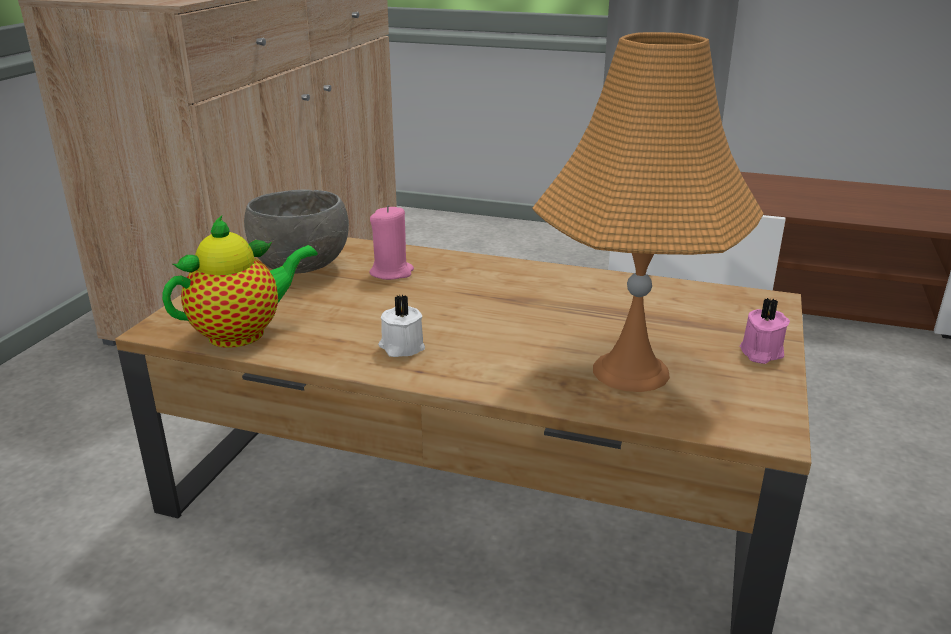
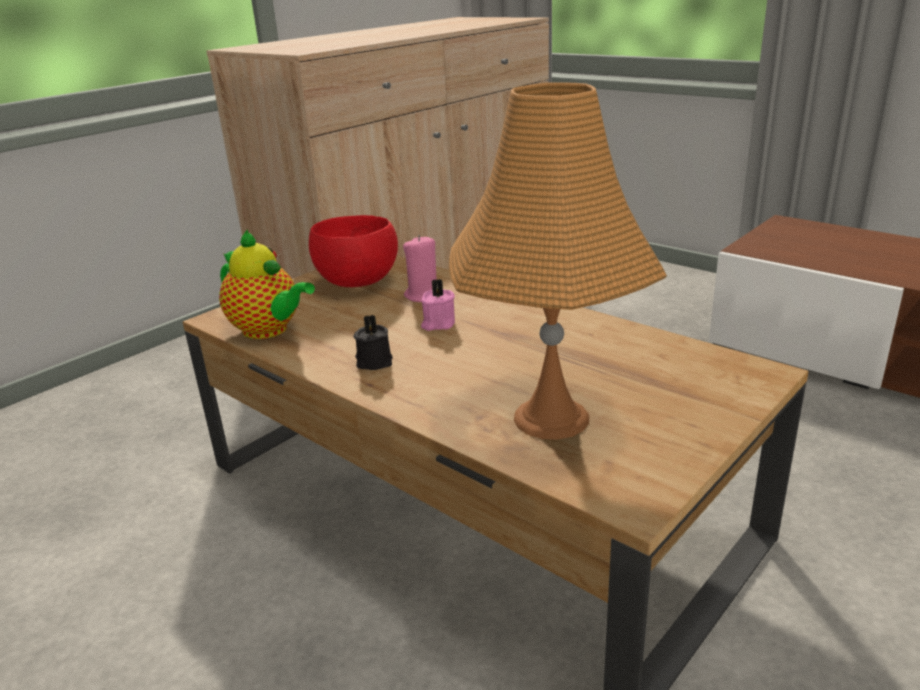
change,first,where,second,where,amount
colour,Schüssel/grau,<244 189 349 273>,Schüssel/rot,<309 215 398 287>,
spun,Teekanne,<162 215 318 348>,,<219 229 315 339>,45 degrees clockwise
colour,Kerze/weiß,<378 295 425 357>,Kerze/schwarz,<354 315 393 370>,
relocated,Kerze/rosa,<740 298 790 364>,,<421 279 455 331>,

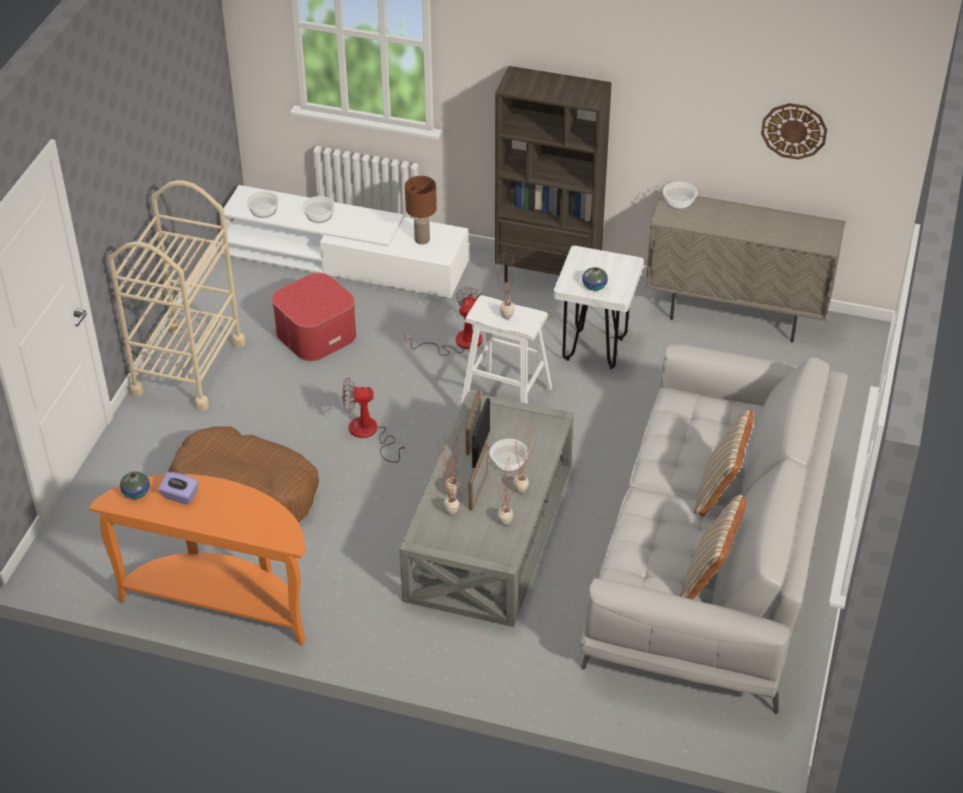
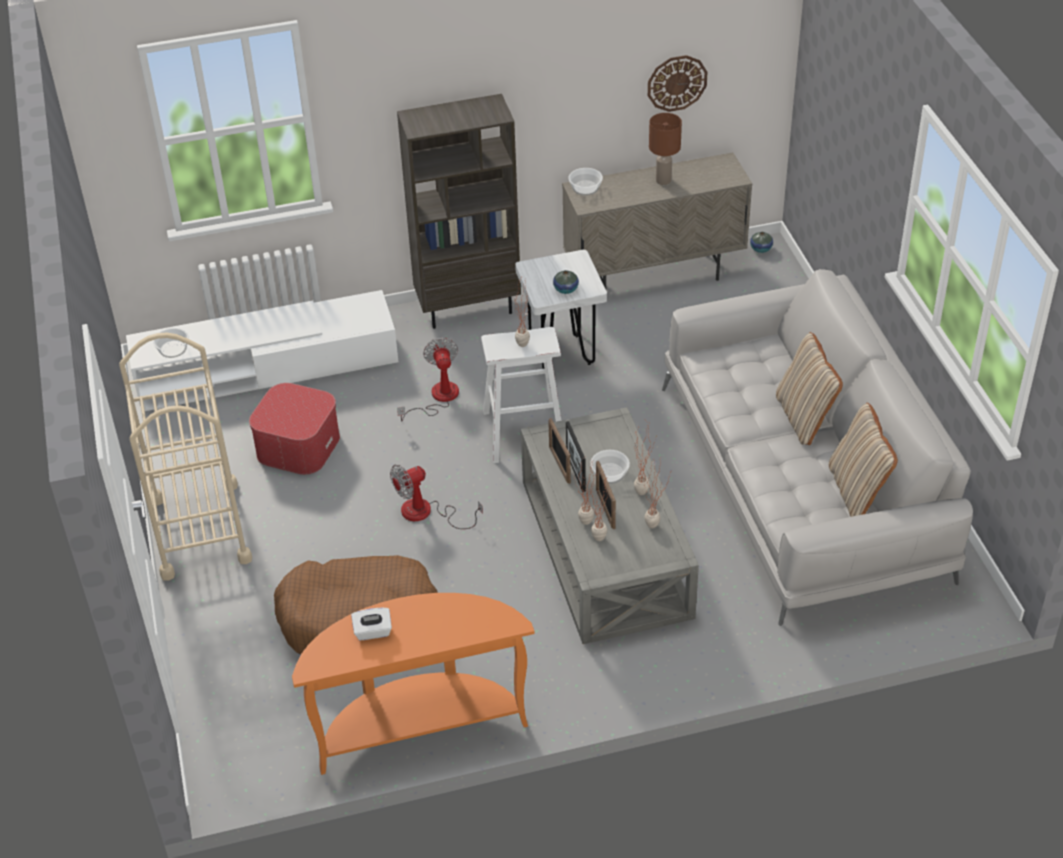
change,first,where,second,where,amount
relocated,Tischlampe/braun,<405 176 437 244>,,<649 113 682 185>,
missing,Schüssel,<302 196 335 223>,,,
relocated,Vase,<120 472 150 499>,,<750 232 773 253>,
colour,Taschentuchbox/lila,<158 472 199 505>,Taschentuchbox/weiß,<351 607 392 640>,

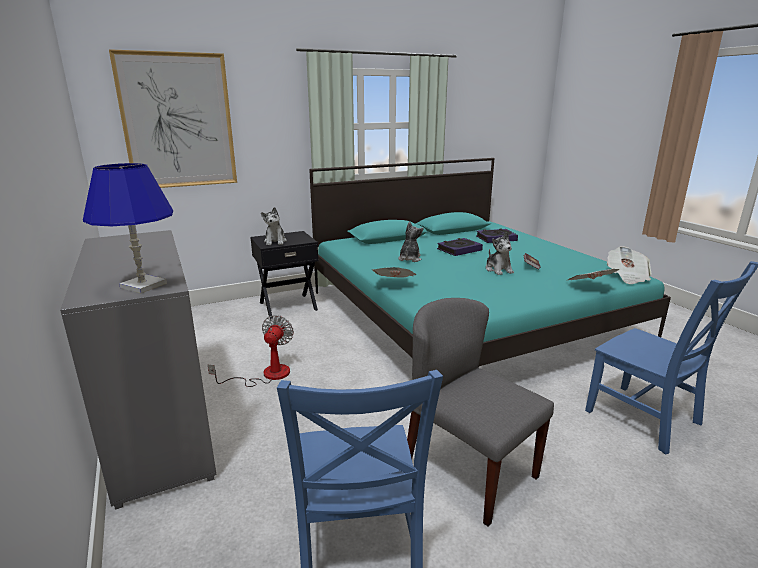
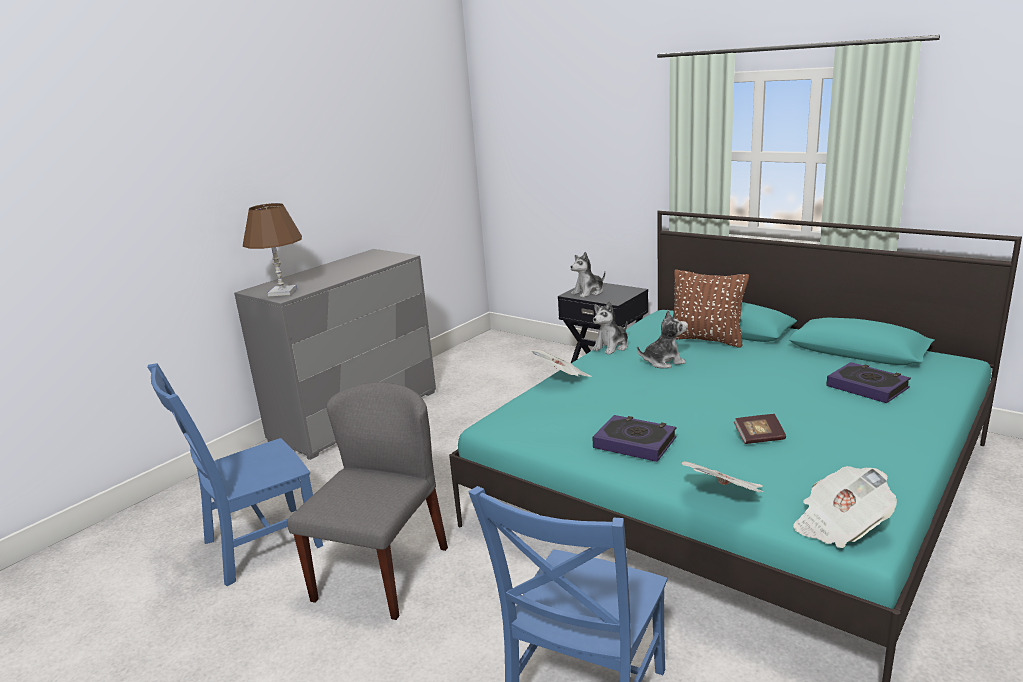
change,first,where,second,where,amount
missing,Bild,<109 49 237 188>,,,
colour,Tischlampe/blau,<83 163 173 293>,Tischlampe/braun,<243 203 302 296>,
relocated,Plüschtier,<486 232 514 275>,,<592 301 628 355>,
relocated,Buch,<437 238 483 256>,,<592 415 677 462>,
missing,Ventilator,<208 315 294 387>,,,
appeared,,,Kissen/braun,<673 270 749 348>,

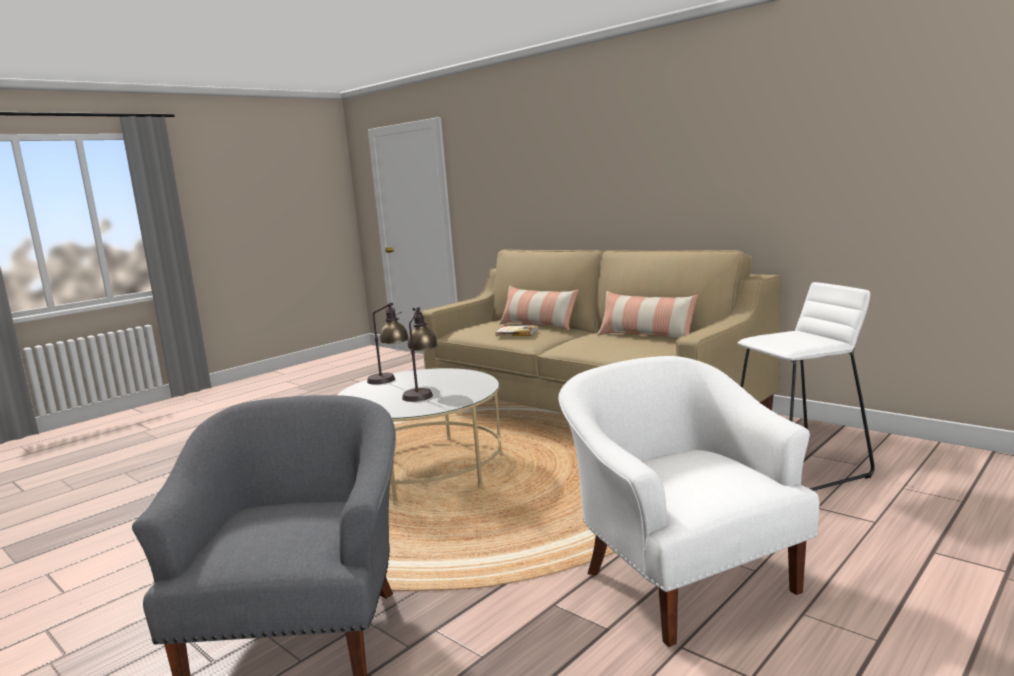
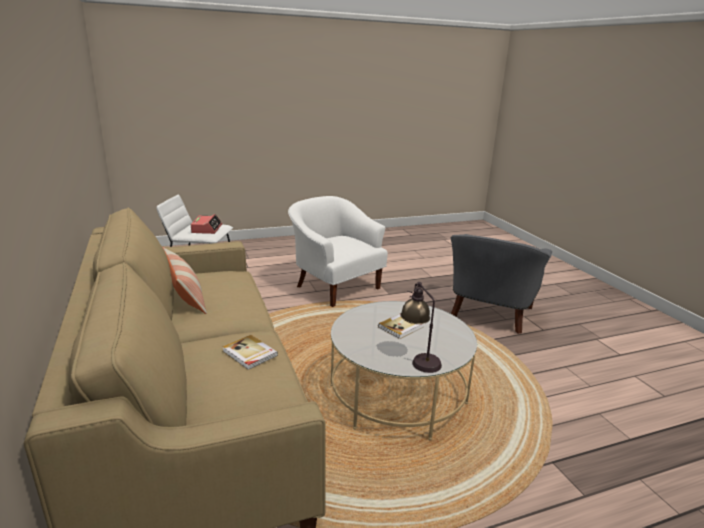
change,first,where,second,where,amount
missing,Kissen,<499 286 579 331>,,,
exchanged,Tischlampe,<402 307 438 402>,Buch,<378 313 424 339>,
spun,Sessel/weiß,<558 356 820 647>,,<288 196 388 307>,135 degrees clockwise
appeared,,,Wecker,<191 214 222 234>,

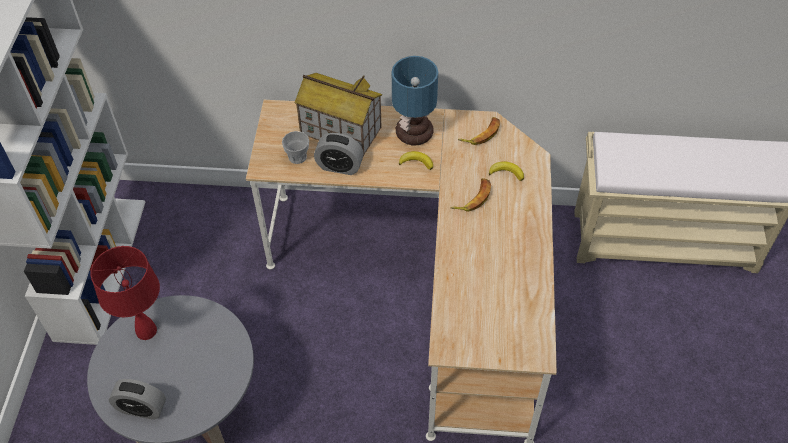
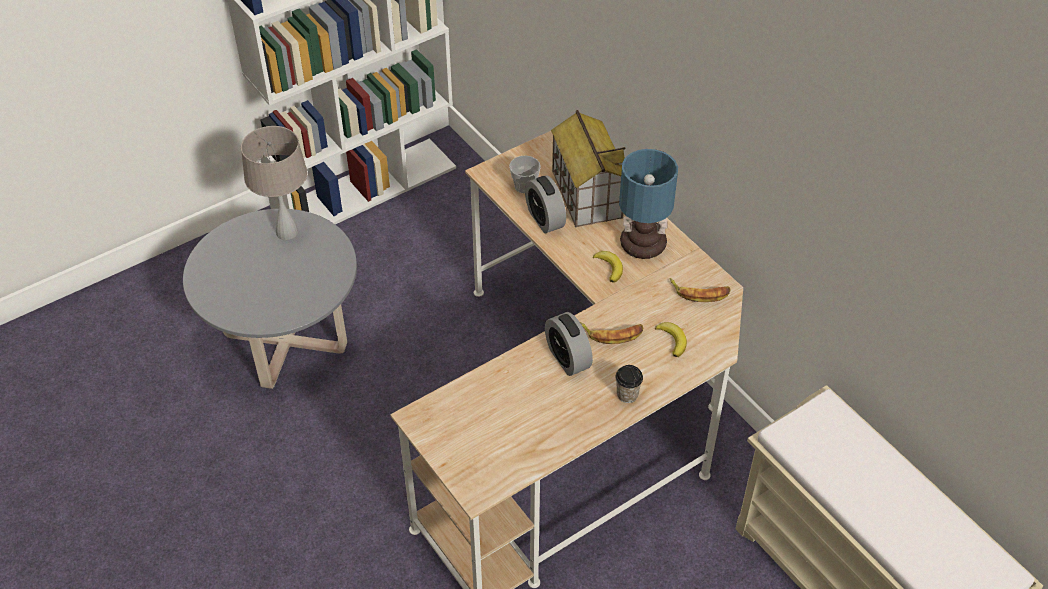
change,first,where,second,where,amount
colour,Tischlampe/rot,<90 246 160 340>,Tischlampe/beige,<241 126 307 240>,
relocated,Wecker,<109 379 166 420>,,<545 312 593 376>,
appeared,,,Tasse,<615 365 643 403>,

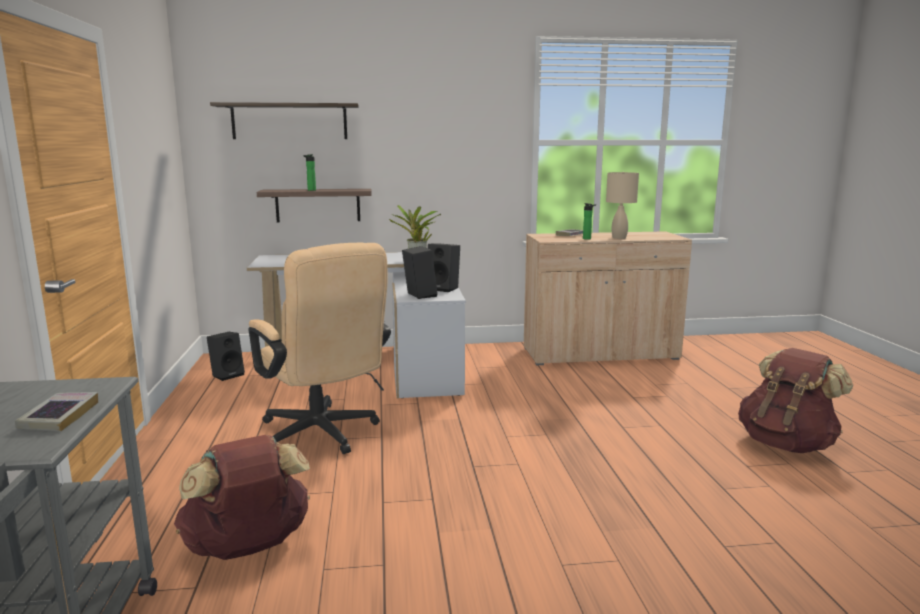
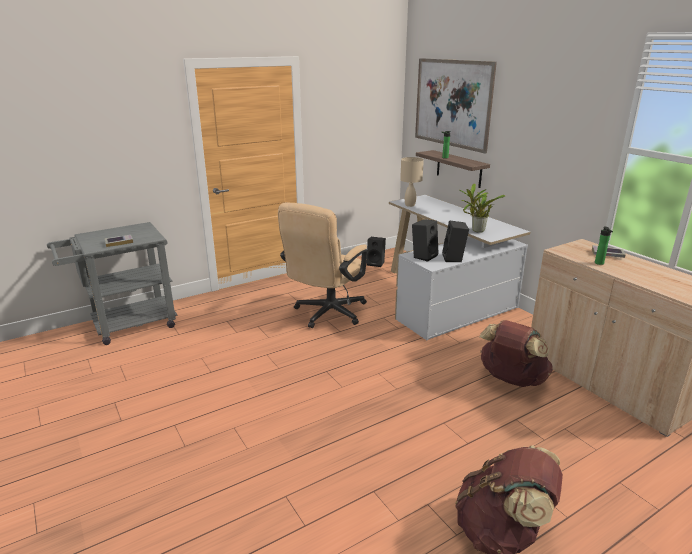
change,first,where,second,where,amount
exchanged,Wandregal,<210 102 359 139>,Bild,<415 58 497 154>,
relocated,Tischlampe/beige,<606 172 639 239>,,<400 157 424 207>,
relocated,Rucksack/braun,<174 435 310 560>,,<479 320 553 387>,

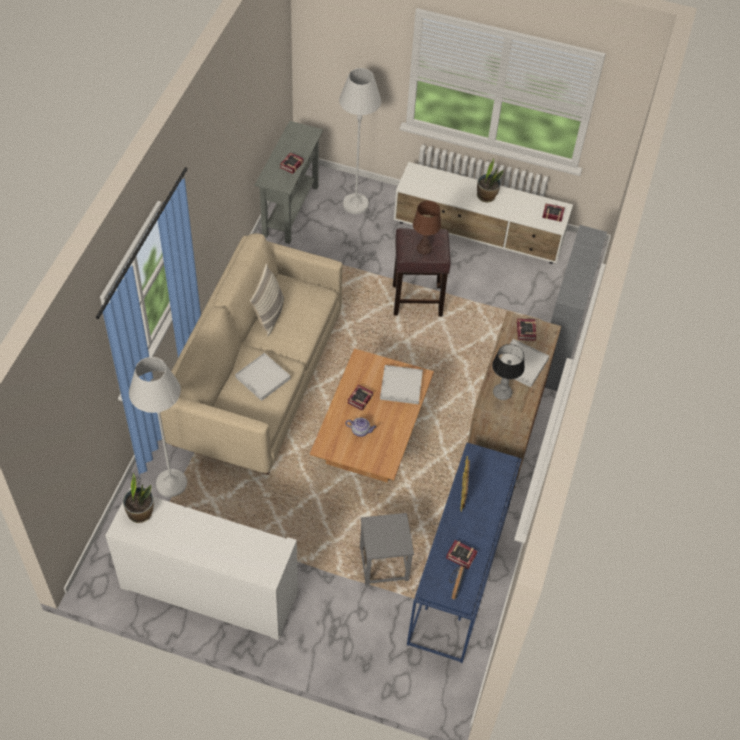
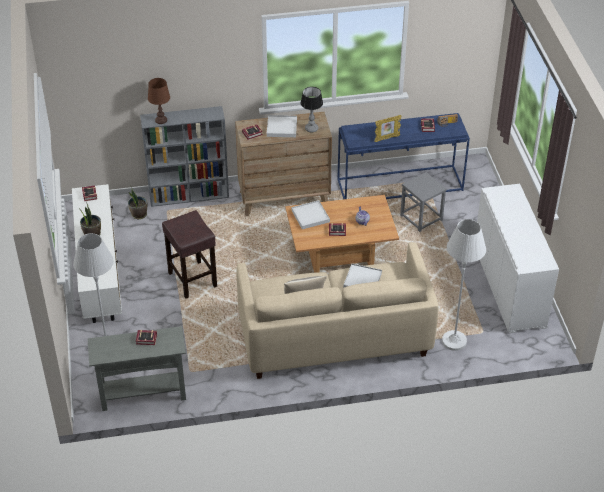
change,first,where,second,where,amount
relocated,Tischlampe/braun,<413 201 441 255>,,<148 78 170 124>,
relocated,Topfpflanze,<123 473 154 523>,,<128 185 147 219>,

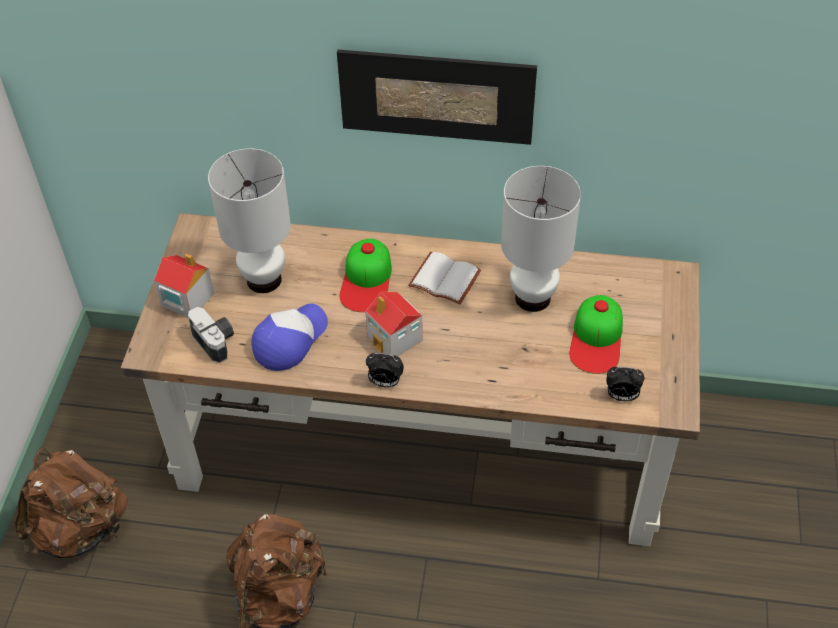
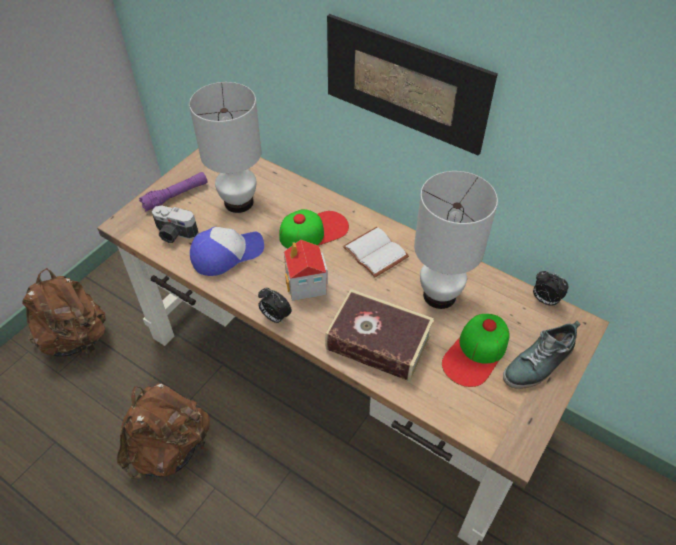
change,first,where,second,where,amount
spun,Kappe,<340 239 392 312>,,<279 209 349 248>,150 degrees counterclockwise
exchanged,Spielzeughaus,<154 253 214 317>,Taschenlampe/lila,<139 172 208 212>,
spun,Kamera,<188 307 234 363>,,<151 206 199 243>,120 degrees clockwise
relocated,Wecker,<606 367 645 401>,,<533 271 569 306>,
appeared,,,Buch,<325 289 434 382>,
appeared,,,Schuh,<503 321 580 389>,

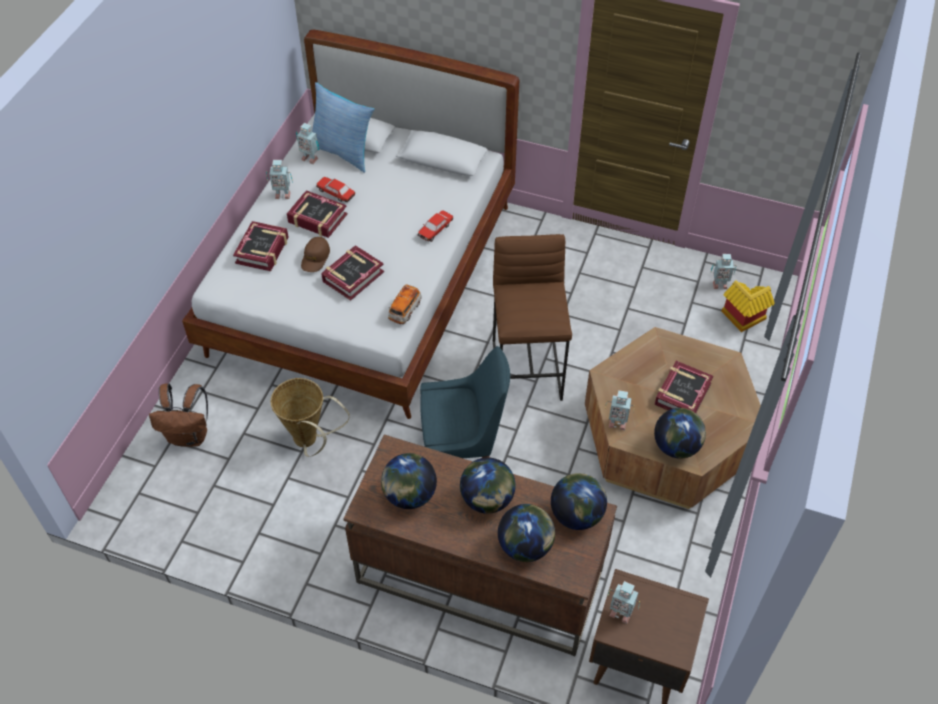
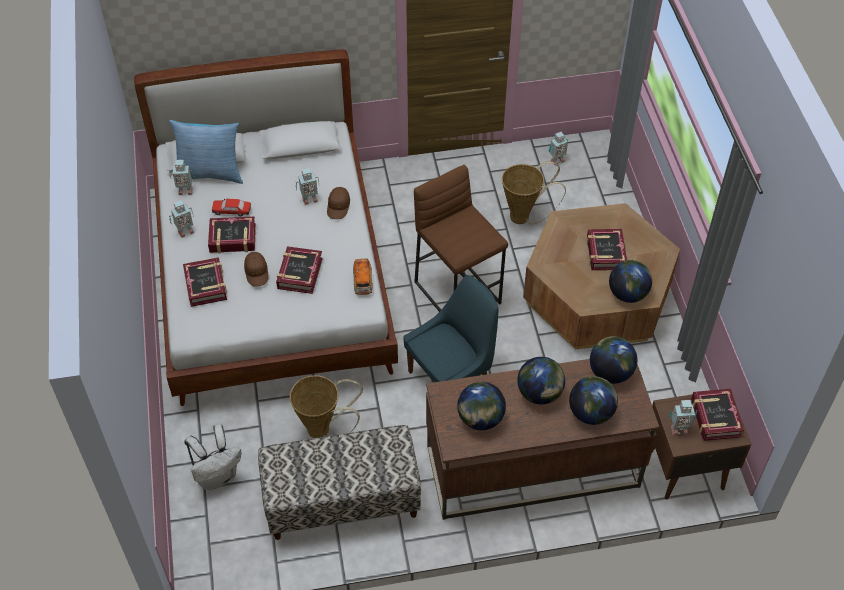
change,first,where,second,where,amount
exchanged,Spielzeugauto,<418 210 453 242>,Kappe/braun,<327 187 350 219>,
missing,Spielzeughaus,<721 280 774 332>,,,
colour,Rucksack/braun,<149 383 208 447>,Rucksack/weiß,<184 424 241 490>,
relocated,Spielzeugroboter,<605 390 634 430>,,<296 168 319 205>,
appeared,,,Korb,<502 161 566 224>,
appeared,,,Buch,<691 388 744 441>,
appeared,,,Bank,<258 425 421 540>,

